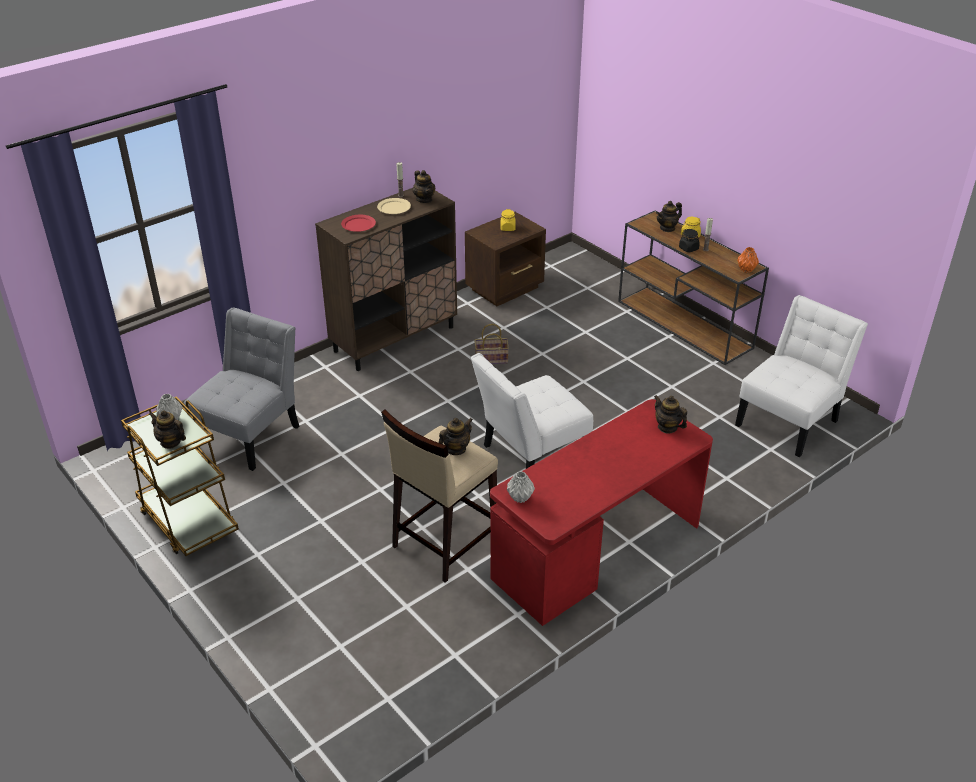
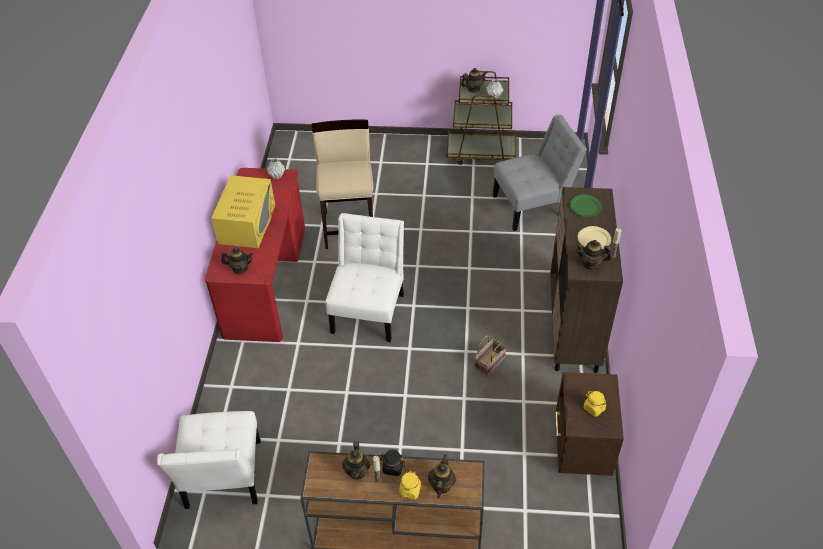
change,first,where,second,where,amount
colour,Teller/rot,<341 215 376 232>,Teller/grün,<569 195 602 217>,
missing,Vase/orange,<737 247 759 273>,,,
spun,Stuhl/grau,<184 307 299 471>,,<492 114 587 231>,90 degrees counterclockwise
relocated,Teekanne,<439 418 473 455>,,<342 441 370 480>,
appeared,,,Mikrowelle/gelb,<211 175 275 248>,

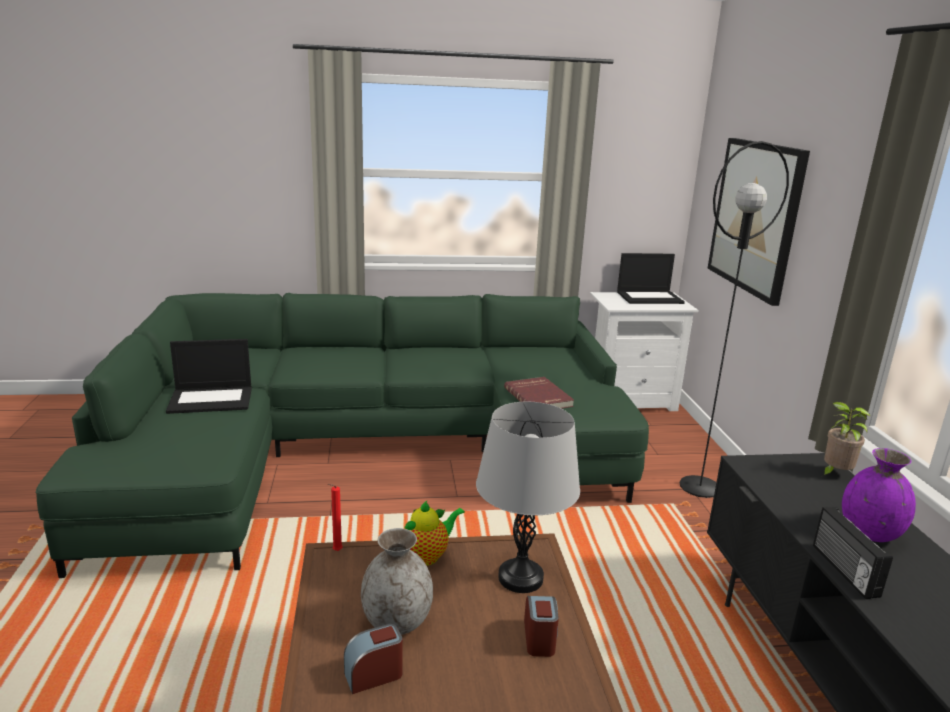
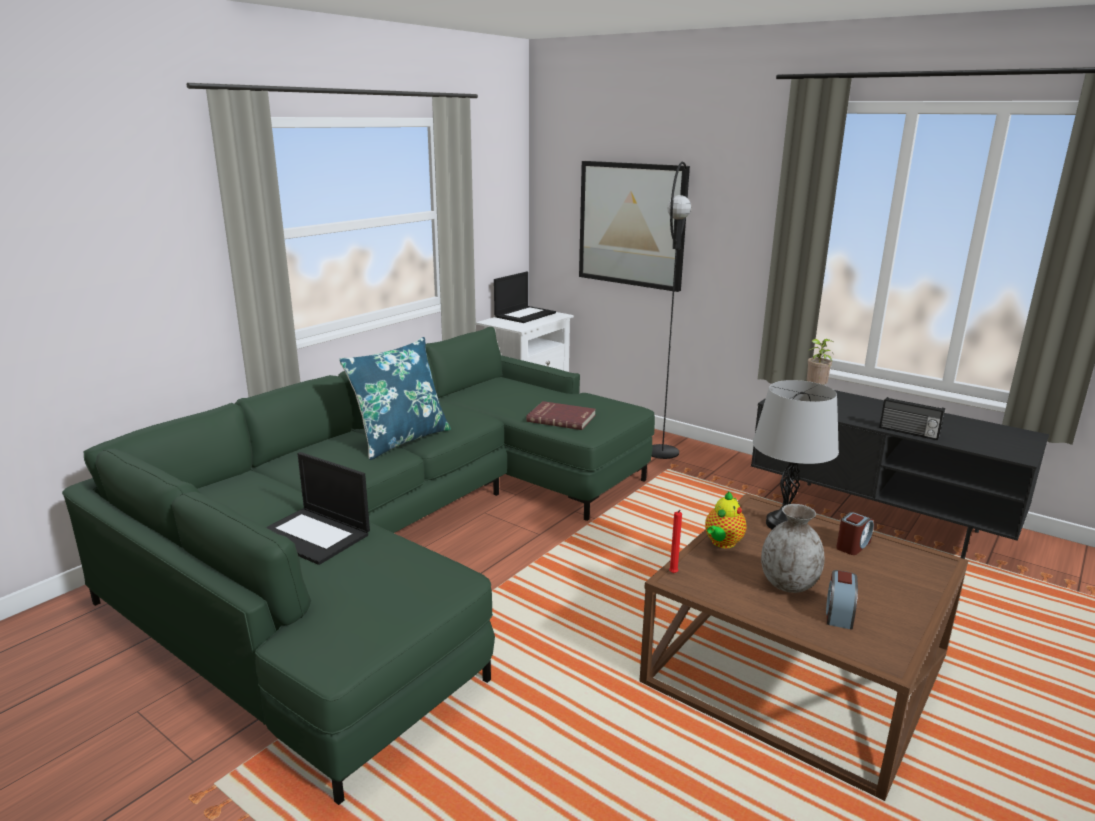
change,first,where,second,where,amount
spun,Laptop,<166 339 252 414>,,<266 452 370 565>,90 degrees clockwise
missing,Vase/lila,<842 448 916 542>,,,
spun,Teekanne,<404 501 465 566>,,<705 491 747 548>,150 degrees counterclockwise
spun,Wecker,<524 596 559 657>,,<836 512 874 555>,90 degrees clockwise
appeared,,,Kissen/blau,<339 337 451 460>,

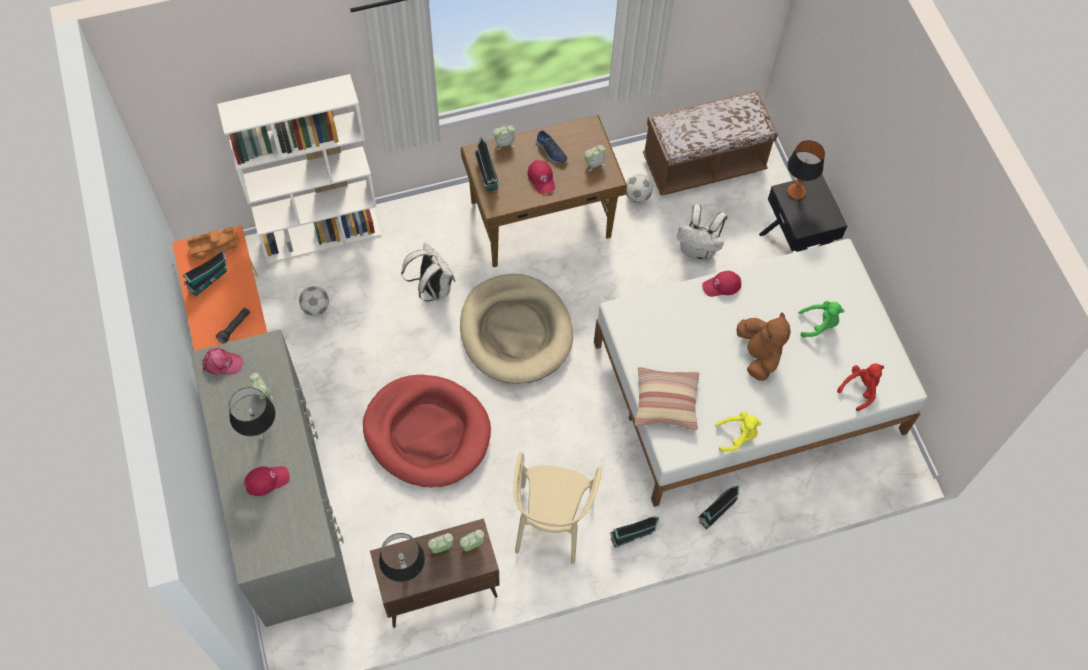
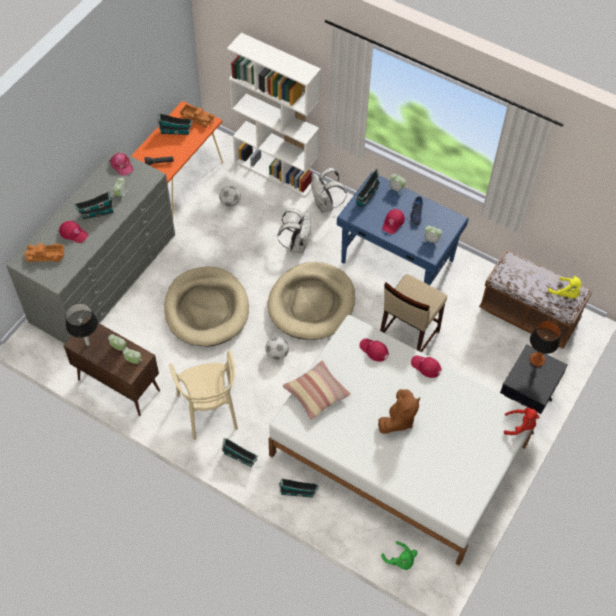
change,first,where,second,where,amount
colour,Schreibtisch/braun,<461 115 627 267>,Schreibtisch/blau,<337 172 468 285>,
relocated,Fußball,<626 174 653 203>,,<265 337 289 360>,
relocated,Rucksack/weiß,<677 204 728 262>,,<311 168 347 212>,
relocated,Plüschtier/grün,<798 301 844 337>,,<381 541 417 570>,
relocated,Plüschtier/rot,<837 363 884 411>,,<504 407 539 435>,
colour,Hundebett/rot,<363 375 491 487>,Hundebett/beige,<164 267 249 346>,
exchanged,Tischlampe/schwarz,<229 387 276 440>,Spielzeughaus,<74 192 114 219>,
relocated,Plüschtier/gelb,<715 411 762 452>,,<548 276 582 299>,
spun,Stuhl/beige,<513 452 602 564>,,<169 350 238 440>,75 degrees counterclockwise
appeared,,,Spielzeuglaster,<24 243 64 262>,
appeared,,,Hocker/beige,<380 274 447 352>,
appeared,,,Kappe/rot,<360 338 389 362>,

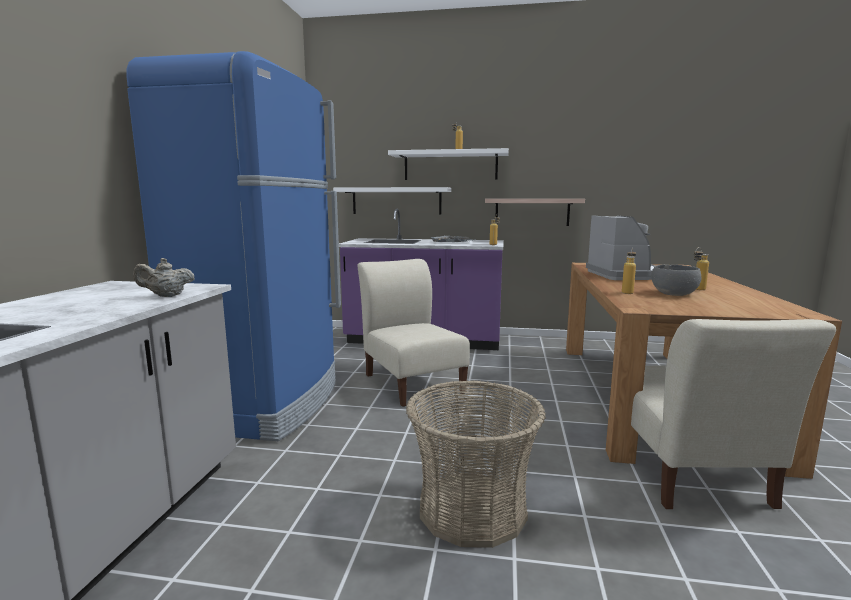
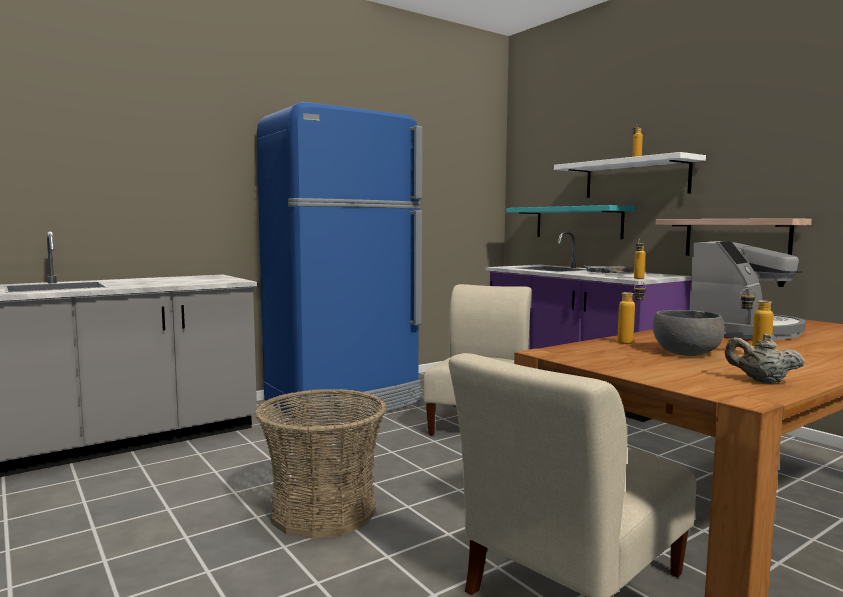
change,first,where,second,where,amount
colour,Wandregal/weiß,<333 187 451 214>,Wandregal/türkis,<506 205 635 239>,
relocated,Teekanne/beige,<133 258 194 297>,,<725 333 805 384>,

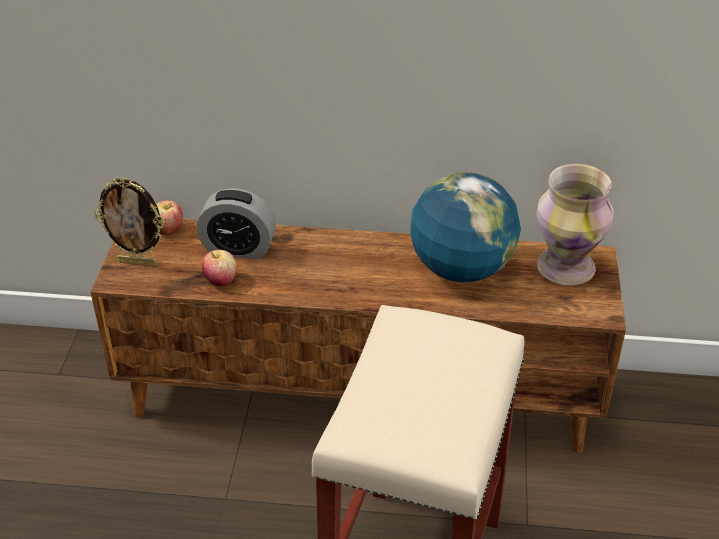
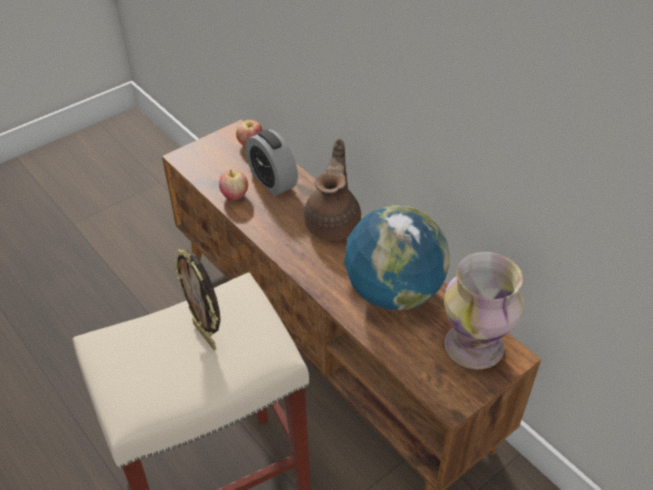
change,first,where,second,where,amount
relocated,Bilderrahmen,<94 177 165 266>,,<174 249 221 350>,
appeared,,,Teekanne/braun,<304 139 361 241>,

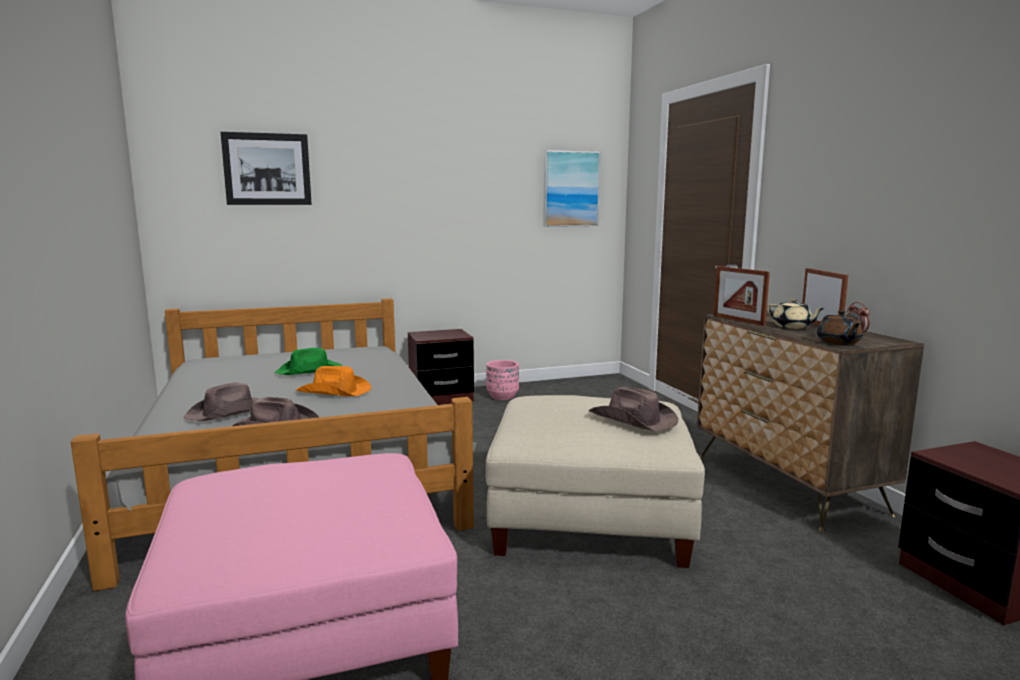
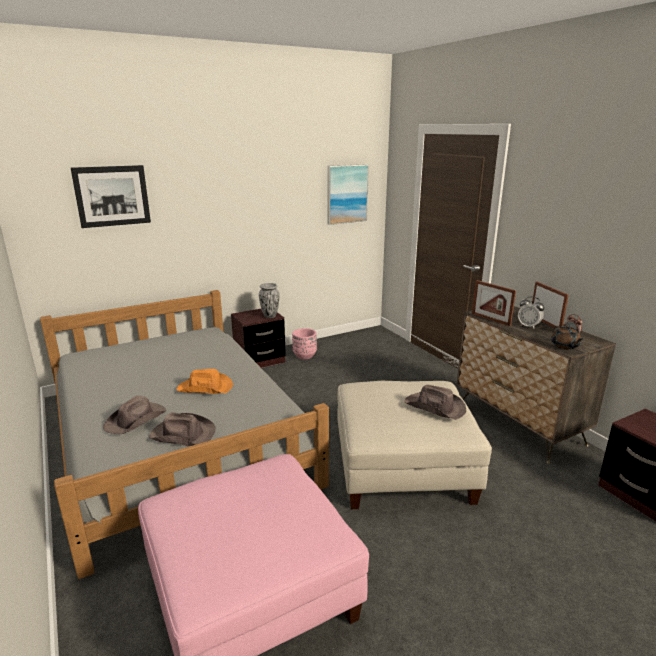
change,first,where,second,where,amount
exchanged,Teekanne/beige,<767 298 825 329>,Wecker,<518 297 544 329>,
missing,Hut/grün,<275 348 342 375>,,,
appeared,,,Vase,<259 283 280 318>,

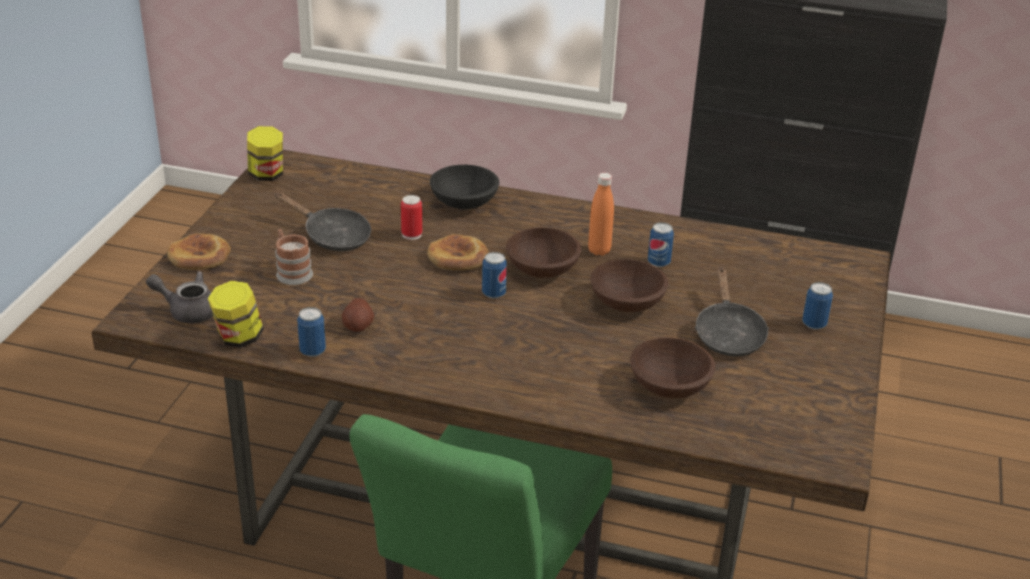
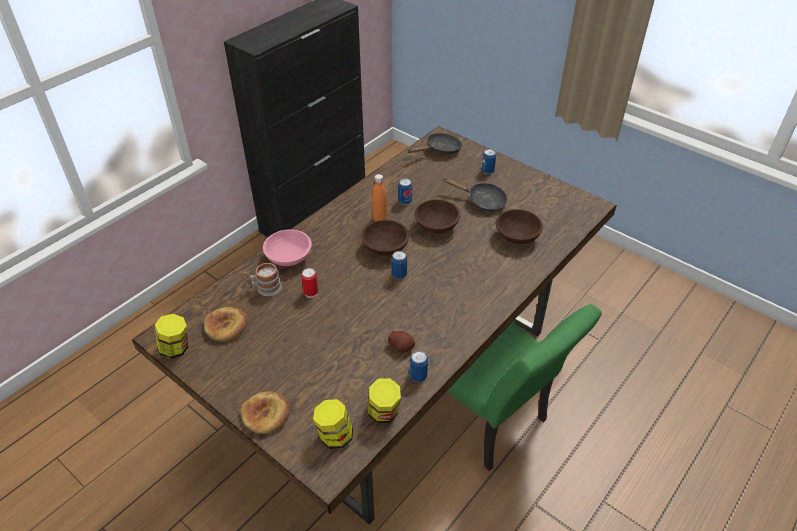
change,first,where,second,where,amount
colour,Schüssel/schwarz,<430 165 499 209>,Schüssel/rosa,<263 229 312 266>,
relocated,Pfanne/schwarz,<275 193 371 251>,,<408 133 462 154>,
relocated,Henkelbecher,<275 229 313 285>,,<245 263 282 296>,
relocated,Brot,<427 234 489 270>,,<204 307 248 341>,
exchanged,Teekanne/grau,<146 271 213 323>,Vorratsglas,<313 399 353 449>,

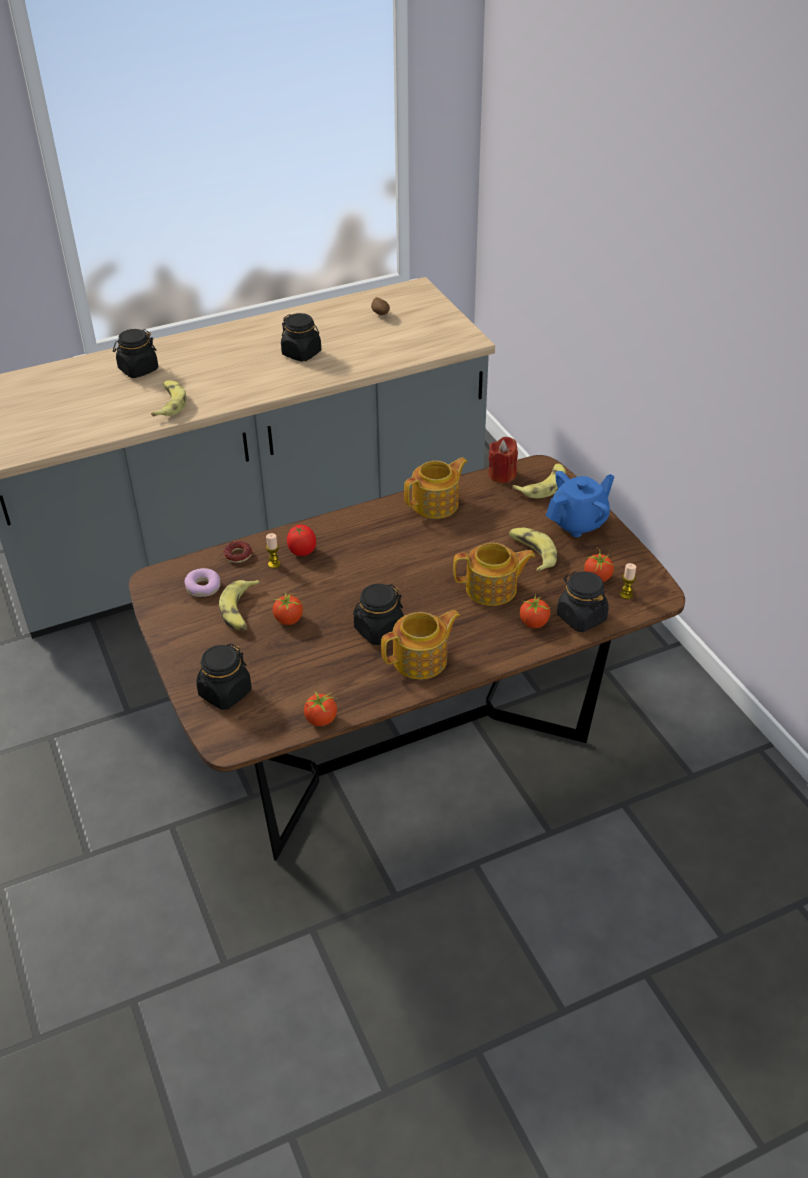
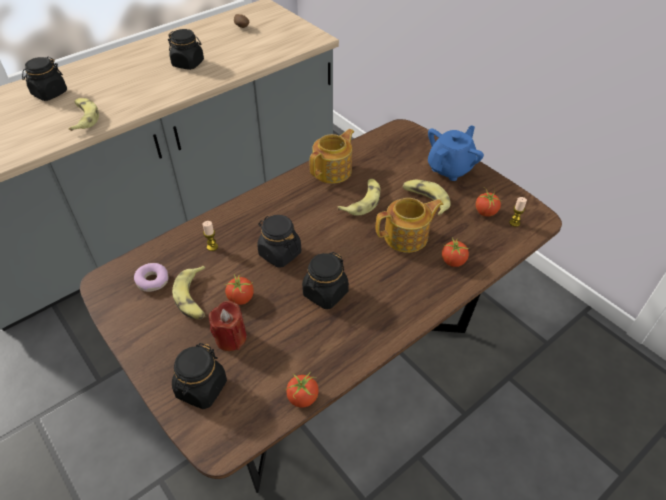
change,first,where,second,where,amount
relocated,Kerze/rot,<488 437 518 483>,,<209 301 247 351>,
relocated,Banane,<512 463 566 498>,,<338 179 381 216>,
missing,Tomate,<287 525 316 556>,,,
missing,Donut,<223 541 252 563>,,,
relocated,Vorratsglas/schwarz,<557 571 609 632>,,<257 215 301 268>,
missing,Teekanne,<381 610 461 679>,,,

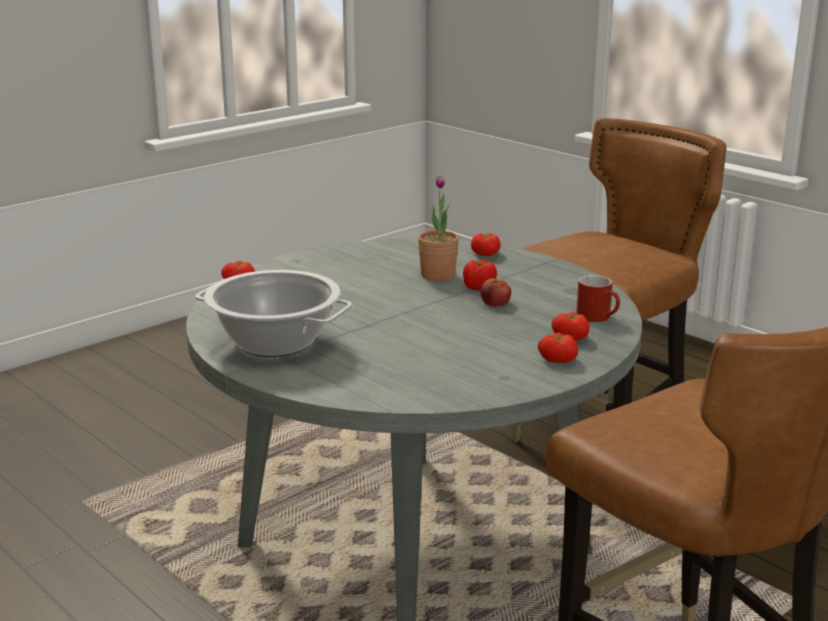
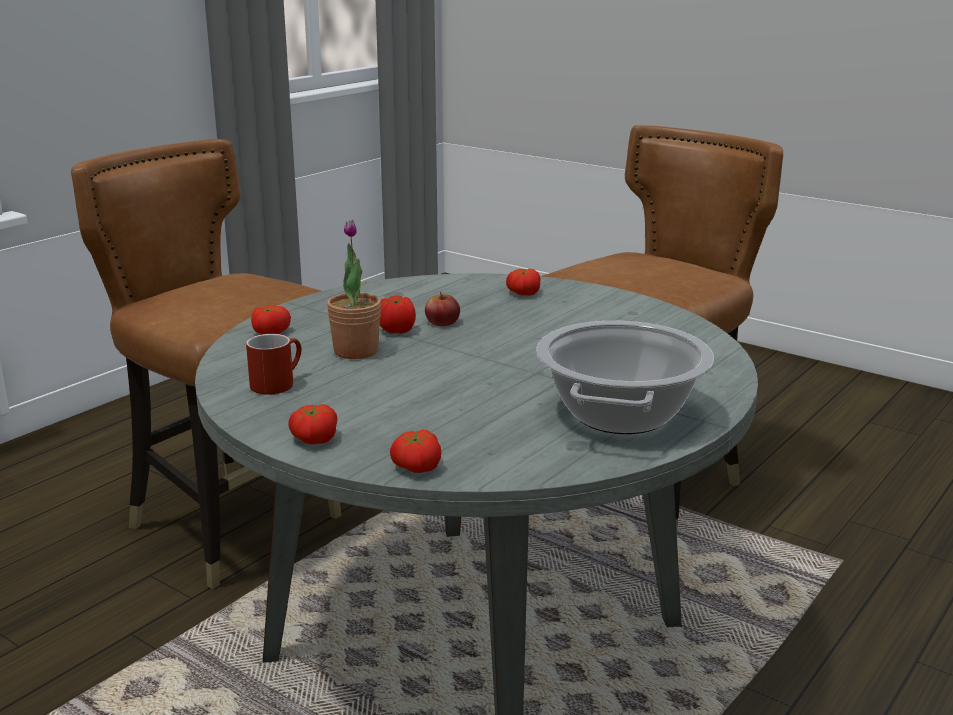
change,first,where,second,where,amount
relocated,Henkelbecher/rot,<576 275 620 322>,,<246 334 302 395>,
relocated,Tomate,<538 332 578 363>,,<288 404 337 444>,

